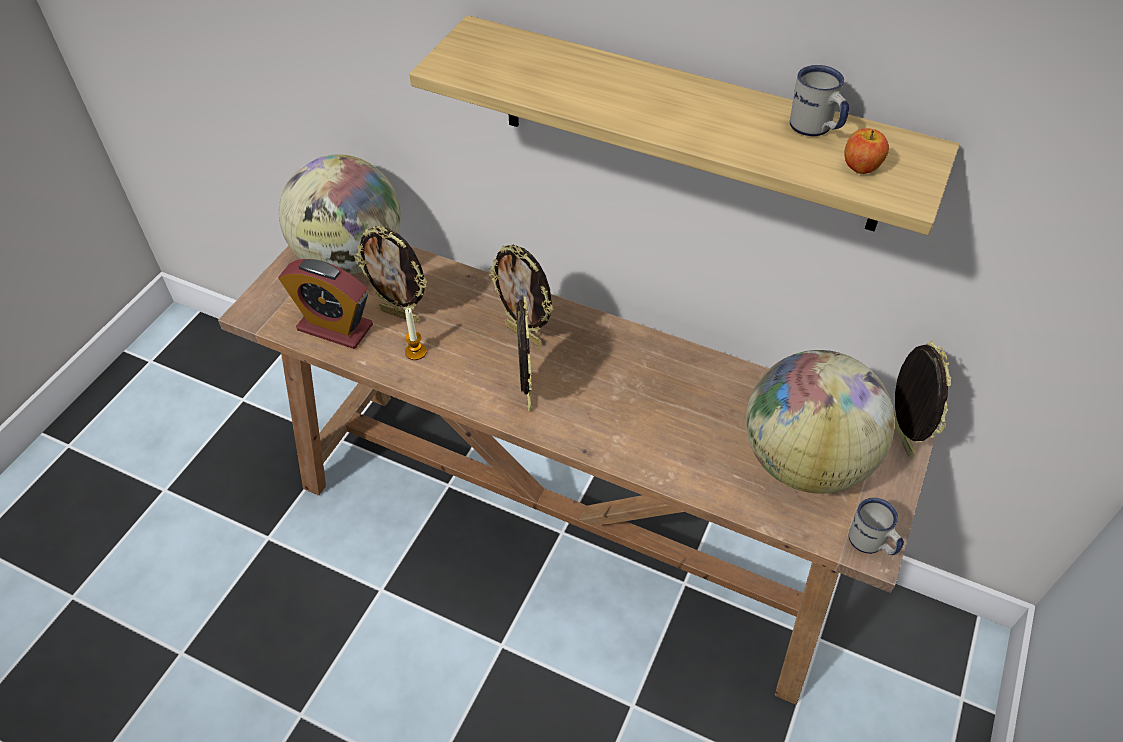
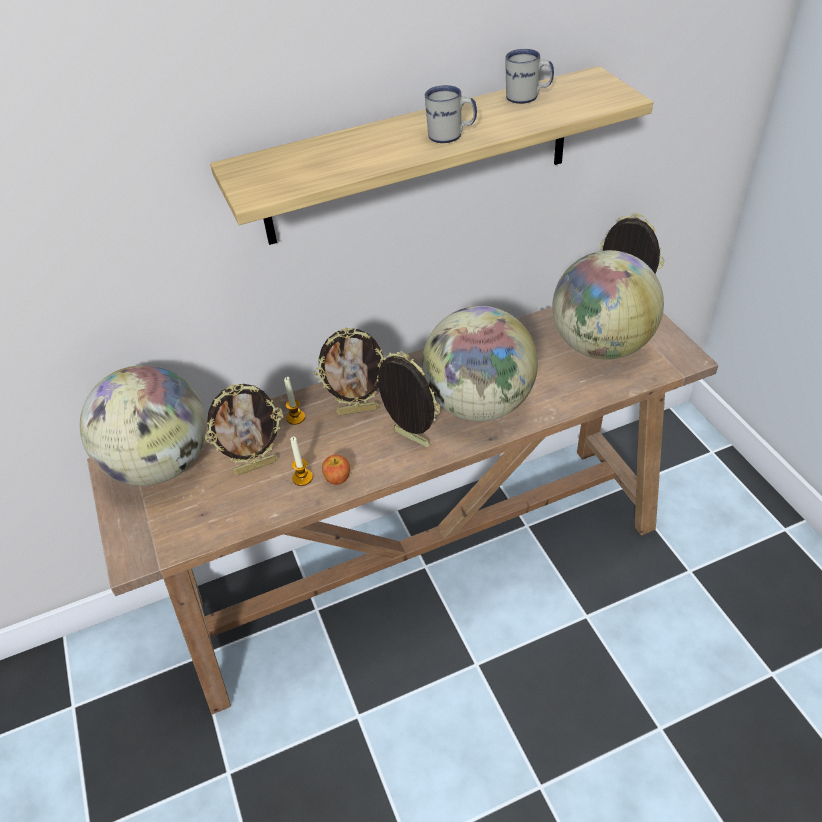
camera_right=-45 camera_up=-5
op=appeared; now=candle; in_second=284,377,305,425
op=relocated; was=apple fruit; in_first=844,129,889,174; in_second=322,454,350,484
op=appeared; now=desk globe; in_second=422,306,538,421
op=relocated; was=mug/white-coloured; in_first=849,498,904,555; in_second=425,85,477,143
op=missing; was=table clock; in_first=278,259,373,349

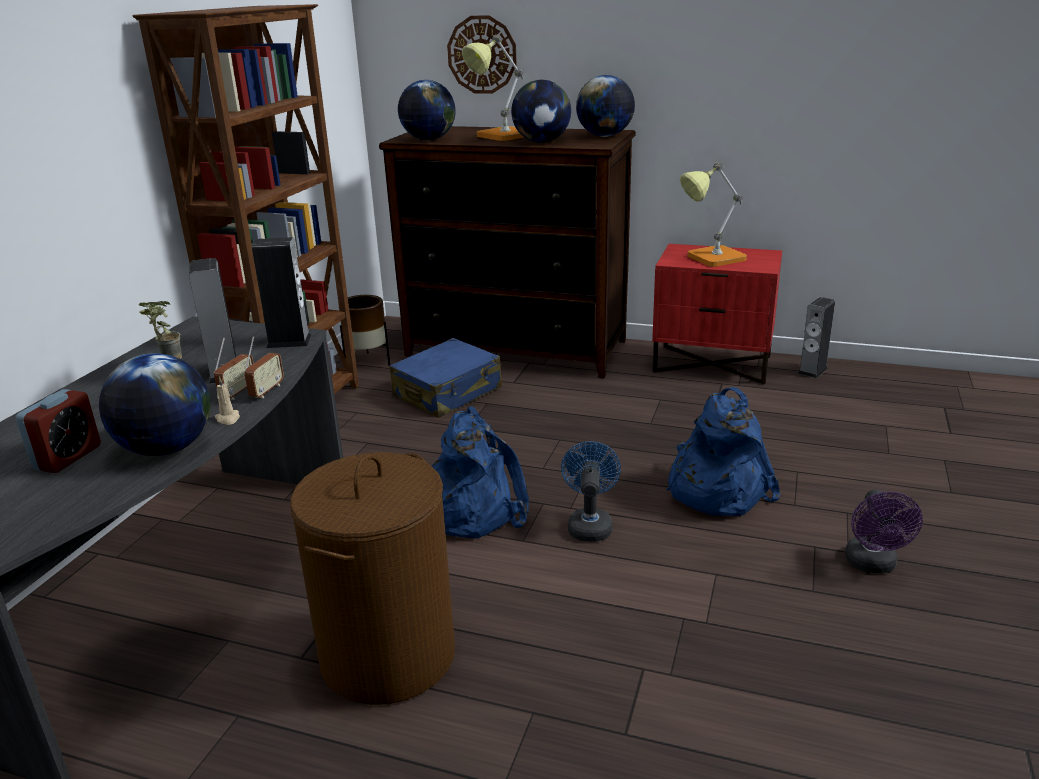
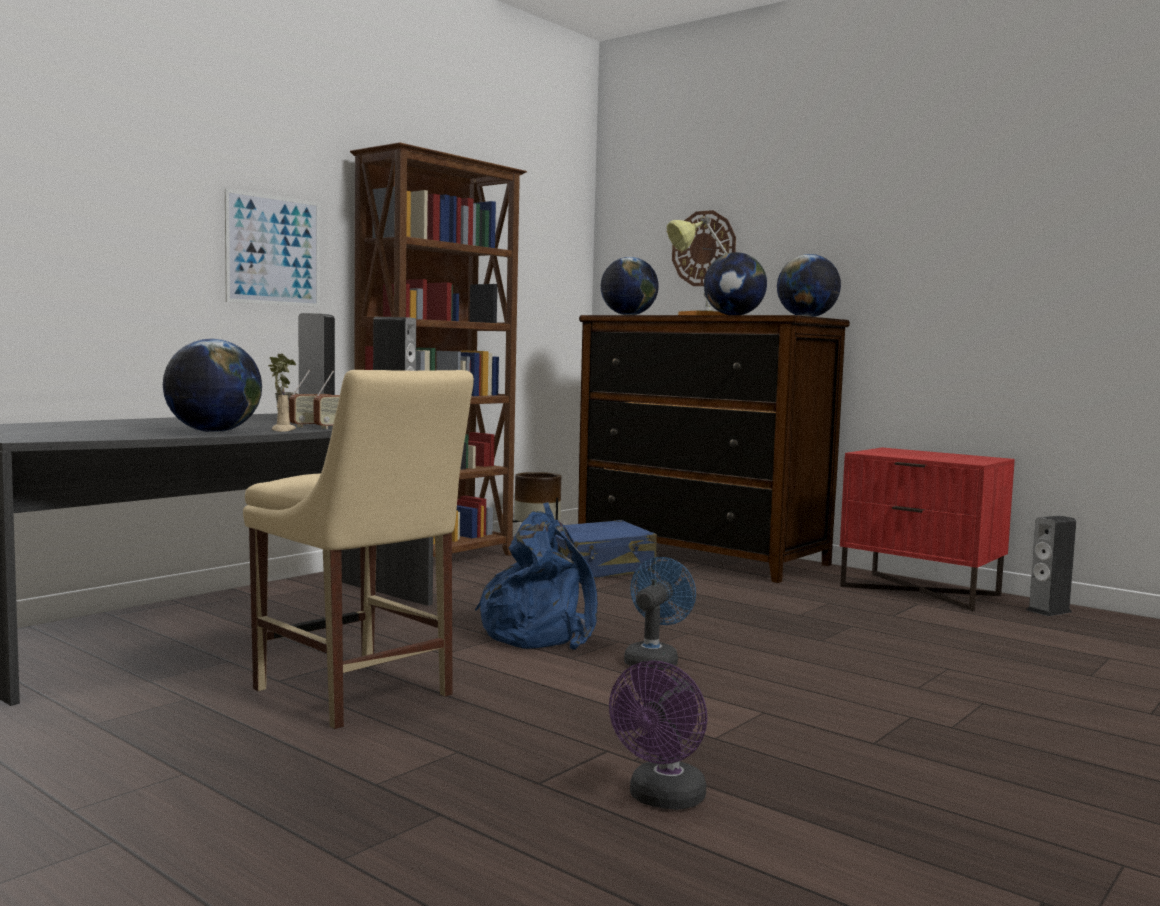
camera_right=20 camera_up=-20
op=appeared; now=wall art; in_second=225,188,320,307
op=exchanged; was=washing basket/brown-coloured; now=chair/beige; in_first=290,452,455,705; in_second=243,370,474,729
op=relocated; was=fan/purple-coloured; in_first=845,489,923,573; in_second=609,661,707,810
op=missing; was=table clock; in_first=16,389,101,473
op=missing; was=knapsack/bluish; in_first=666,387,780,516
op=missing; was=tabletop lamp; in_first=680,162,747,267

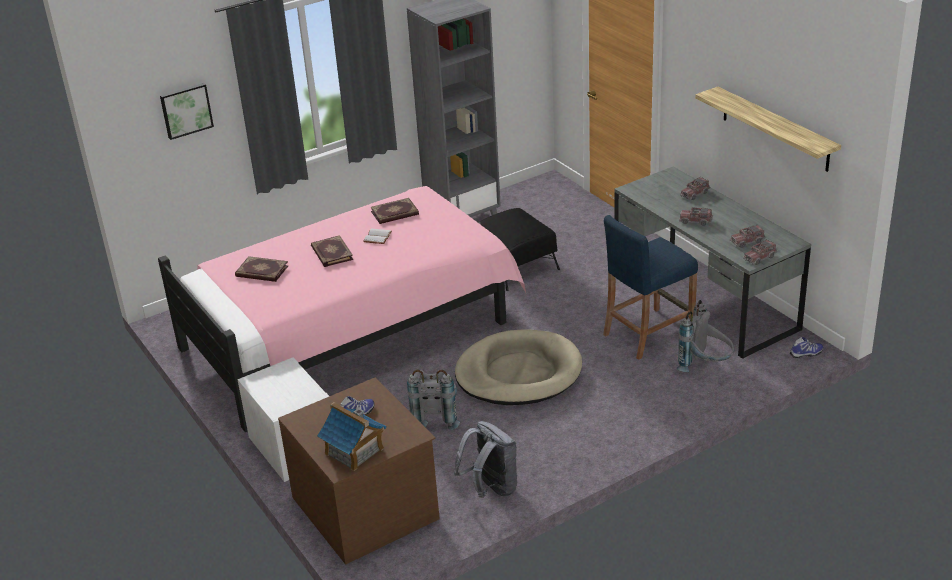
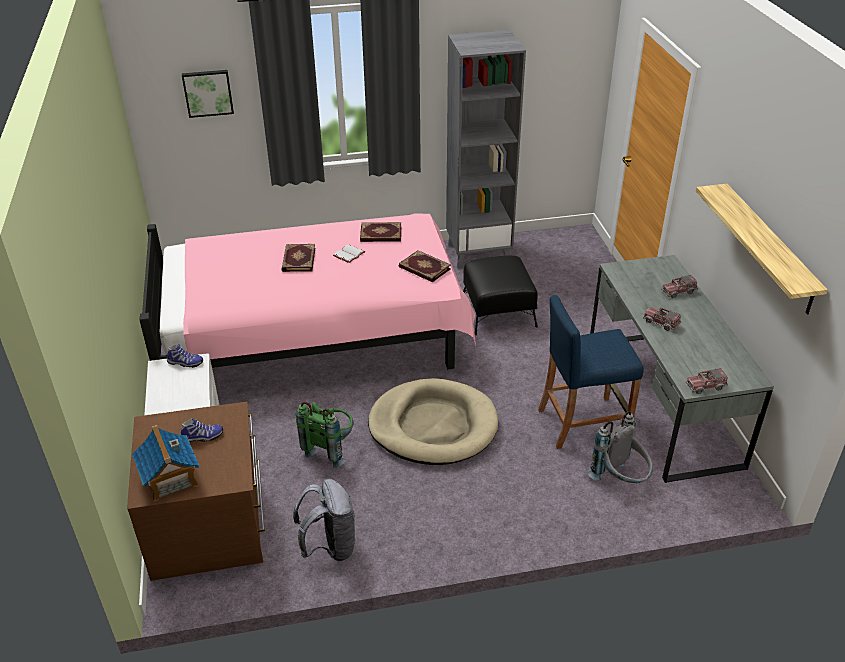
camera_right=20 camera_up=5
op=relocated; was=item of footwear; in_first=790,337,823,358; in_second=167,344,203,368
op=colour; was=knapsack/greyish; now=knapsack/green-coloured; in_first=407,370,460,430; in_second=296,402,354,468
op=relocated; was=book; in_first=235,256,288,282; in_second=399,250,451,282
op=missing; was=toy lorry; in_first=730,224,766,248

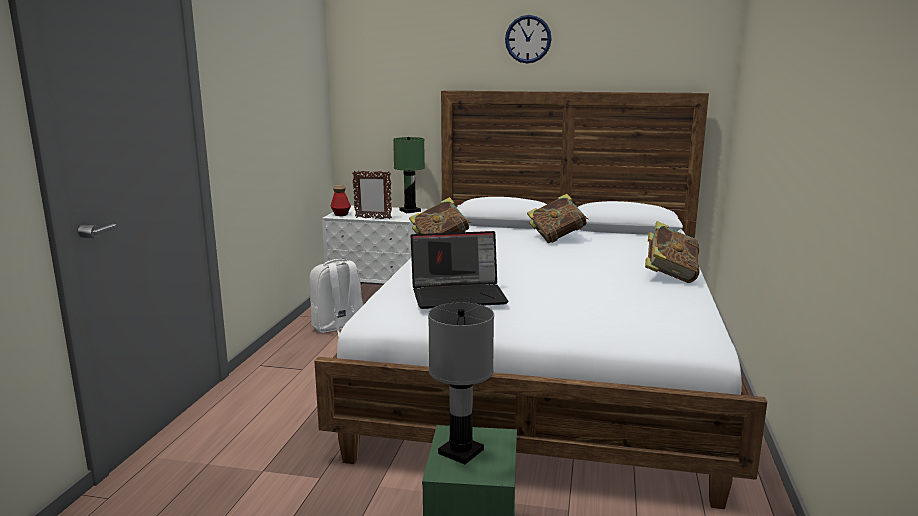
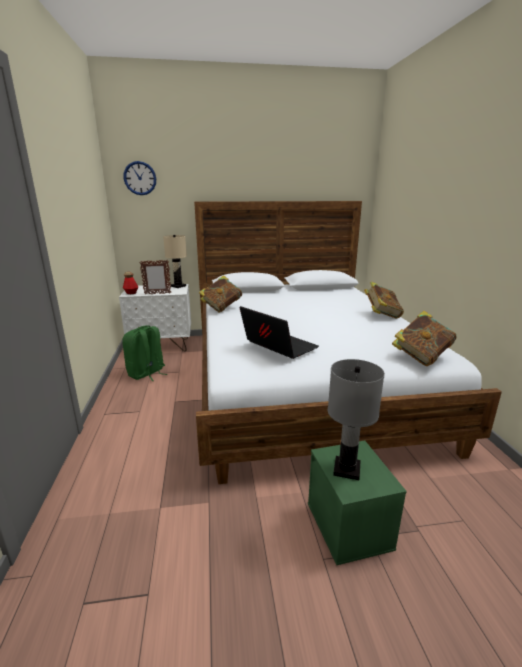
camera_right=-20 camera_up=5
op=colour; was=knapsack/white-coloured; now=knapsack/green-coloured; in_first=309,259,363,337; in_second=122,325,167,381
op=relocated; was=hanging clock; in_first=505,15,552,63; in_second=123,161,156,195
op=colour; was=tabletop lamp/green-coloured; now=tabletop lamp/beige; in_first=393,137,425,213; in_second=163,235,187,288
op=spun; was=laptop; in_first=411,231,509,309; in_second=239,306,319,359; clockwise=-105
op=relocated; was=book; in_first=527,194,588,243; in_second=392,311,456,366

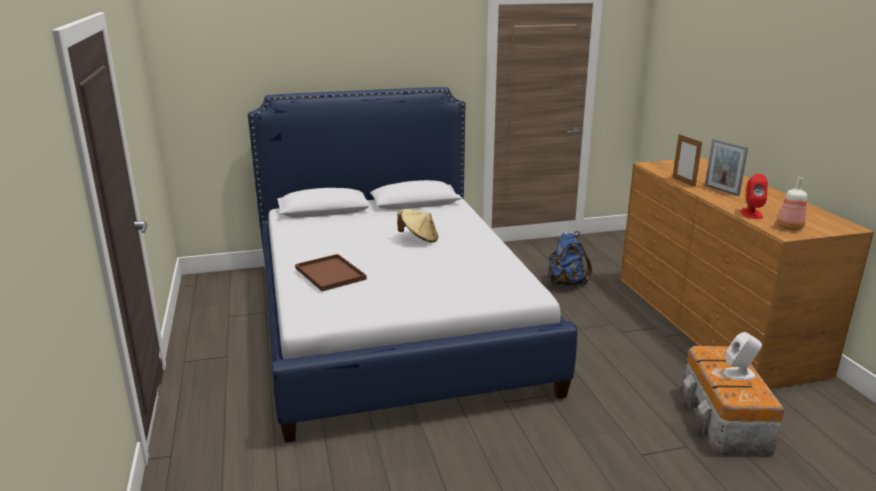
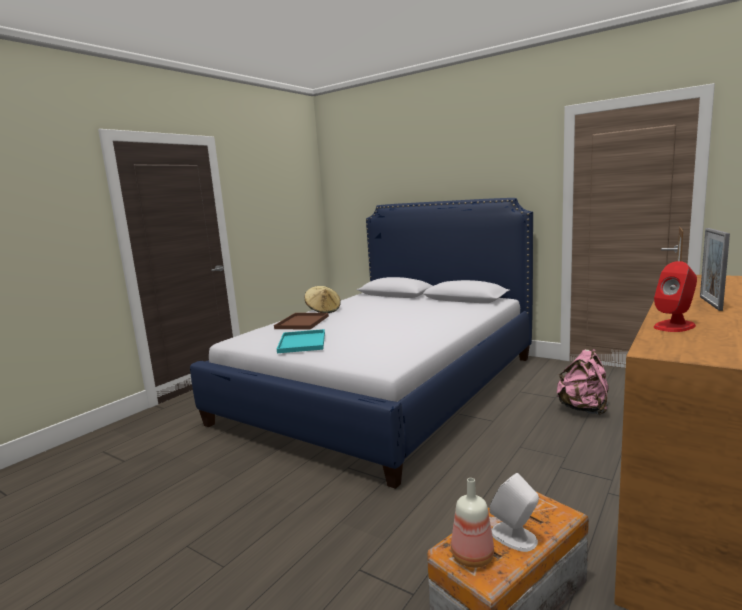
camera_right=50 camera_up=-10
op=appeared; now=serving tray/turquoise; in_second=277,329,325,353
op=relocated; was=clothing hat/beige; in_first=397,209,438,243; in_second=305,286,341,313
op=relocated; was=bottle; in_first=777,177,807,230; in_second=451,478,494,568
op=colour; was=knapsack/bluish; now=knapsack/pink; in_first=548,231,592,286; in_second=557,349,609,415

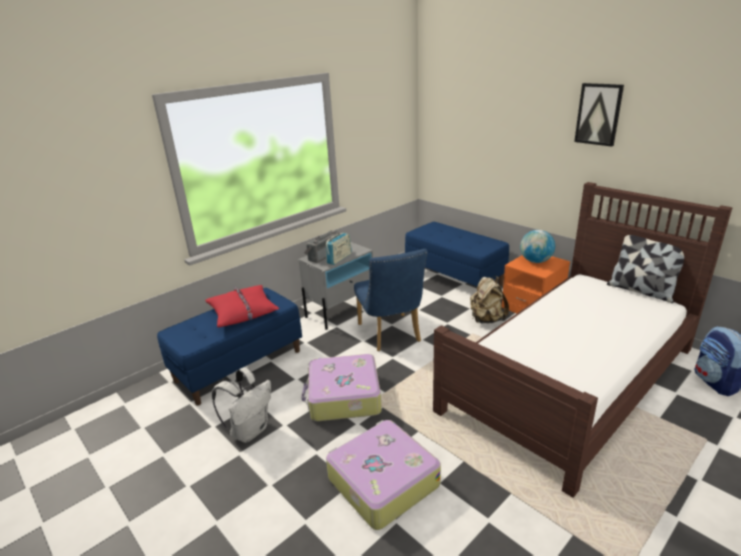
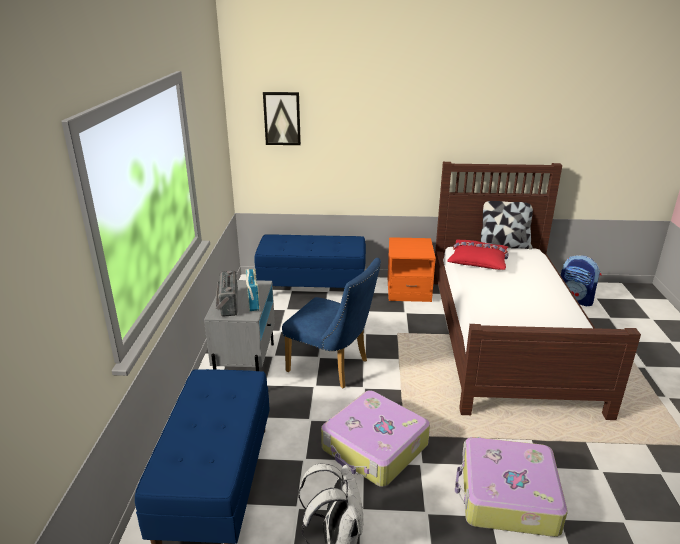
camera_right=-45 camera_up=0
op=relocated; was=wall art; in_first=574,83,624,147; in_second=263,92,301,145
op=relocated; was=throw pillow/red-coloured; in_first=205,285,279,327; in_second=447,239,509,270
op=missing; was=knapsack/beige; in_first=470,276,509,324
op=missing; was=desk globe; in_first=520,230,555,263

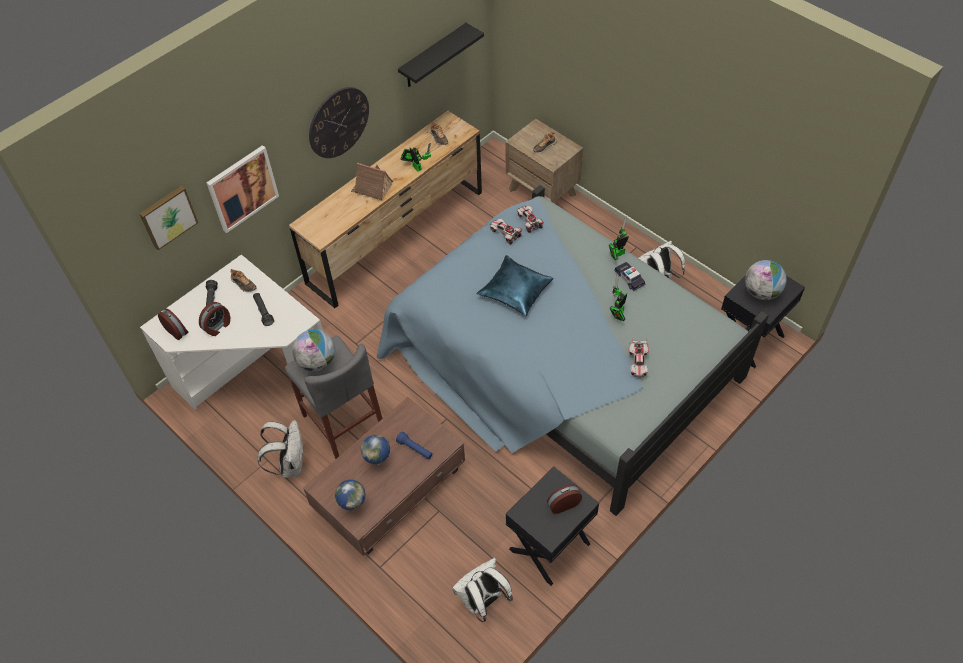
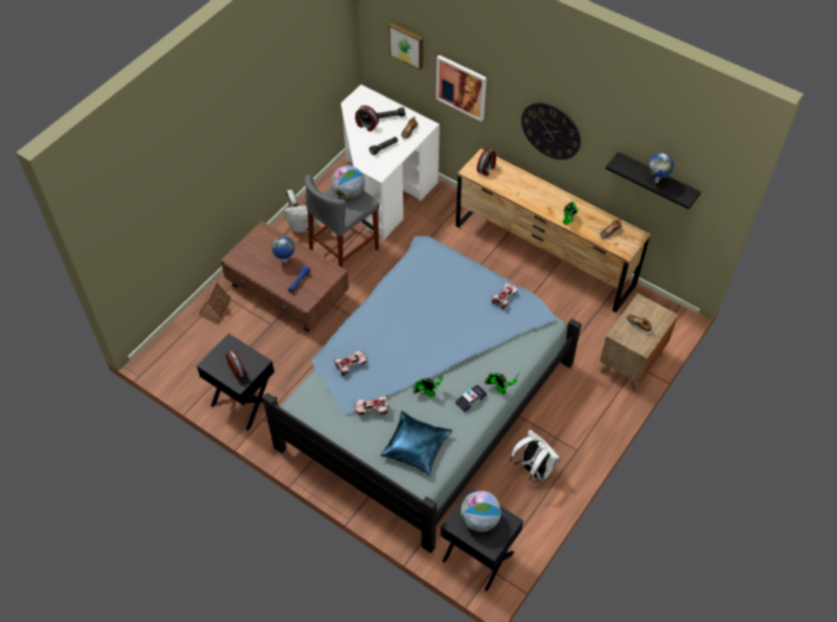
camera_right=80 camera_up=0
op=relocated; was=toy house; in_first=351,163,393,201; in_second=199,281,231,319
op=relocated; was=model car; in_first=517,206,543,233; in_second=332,350,368,376
op=relocated; was=throw pillow/bluish; in_first=477,255,554,316; in_second=380,411,452,475
op=relocated; was=table clock; in_first=158,309,188,340; in_second=477,148,496,176
op=relocated; was=desk globe; in_first=335,480,366,510; in_second=648,152,674,183
op=missing; was=knapsack/white-coloured; in_first=452,558,513,623

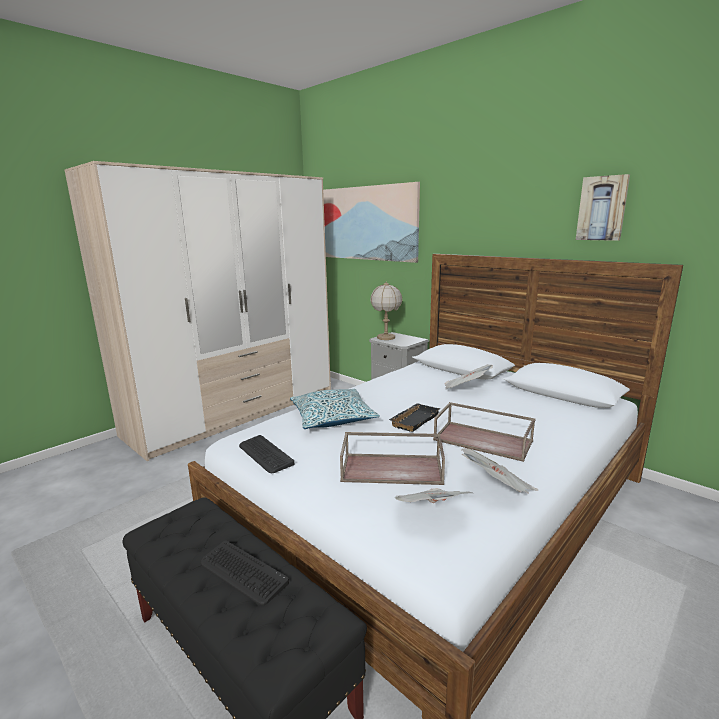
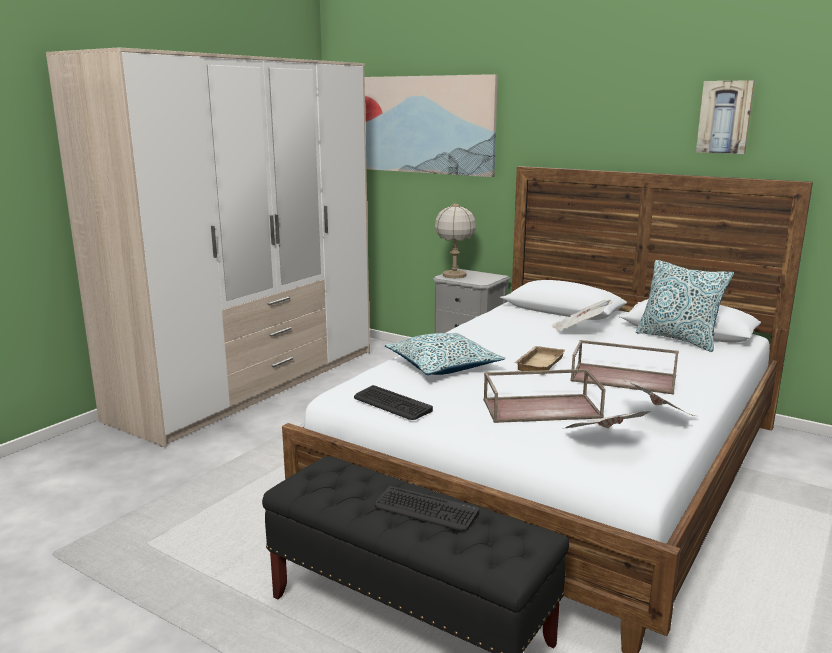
camera_right=-10 camera_up=0
op=colour; was=serving tray/blackish; now=serving tray/beige; in_first=389,403,440,432; in_second=514,346,565,375
op=appeared; now=throw pillow; in_second=636,260,734,352

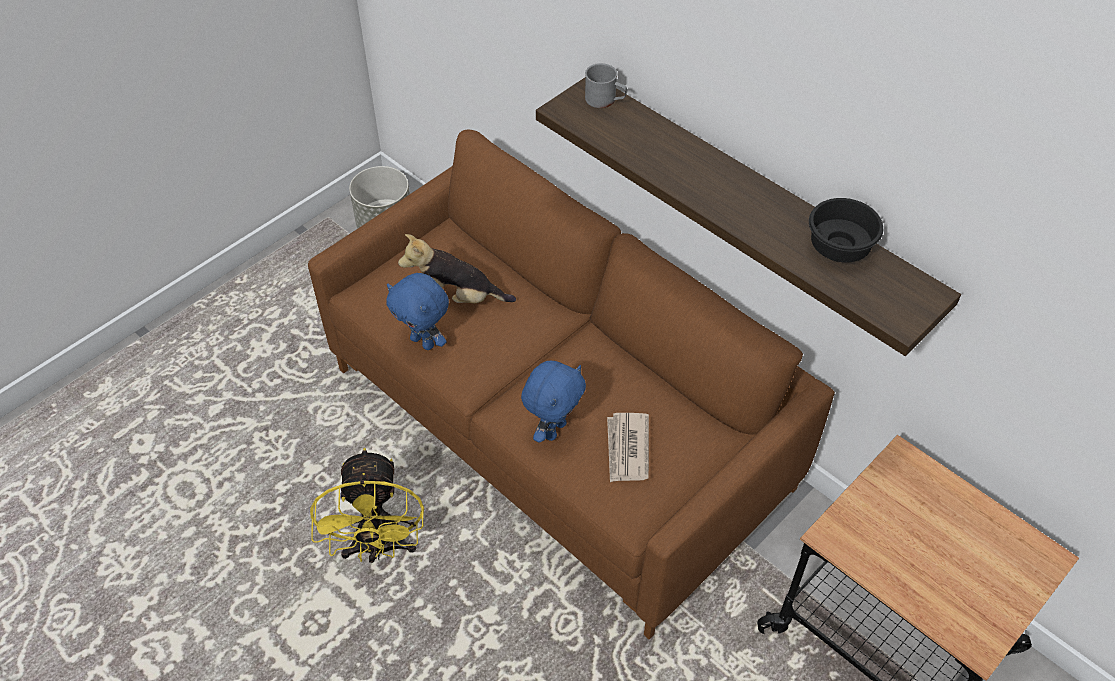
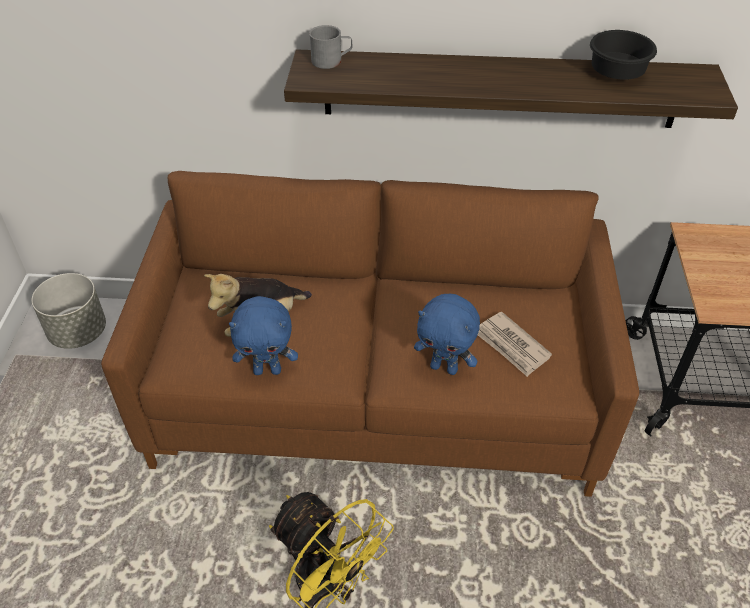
camera_right=-40 camera_up=-5
op=spun; was=cuddly toy/bluish; in_first=521,361,586,443; in_second=414,294,480,375; clockwise=120

